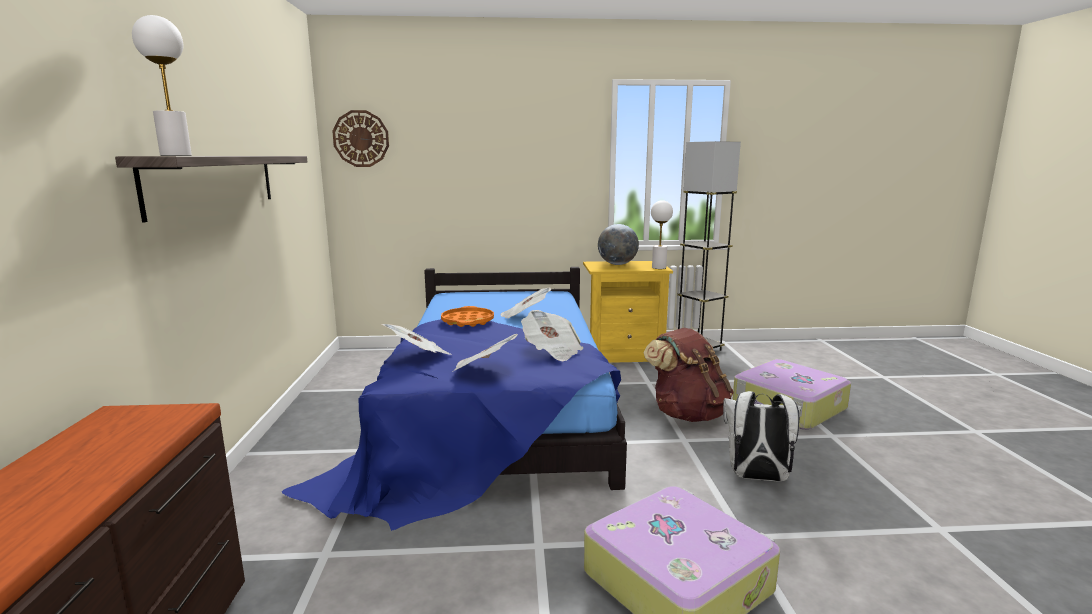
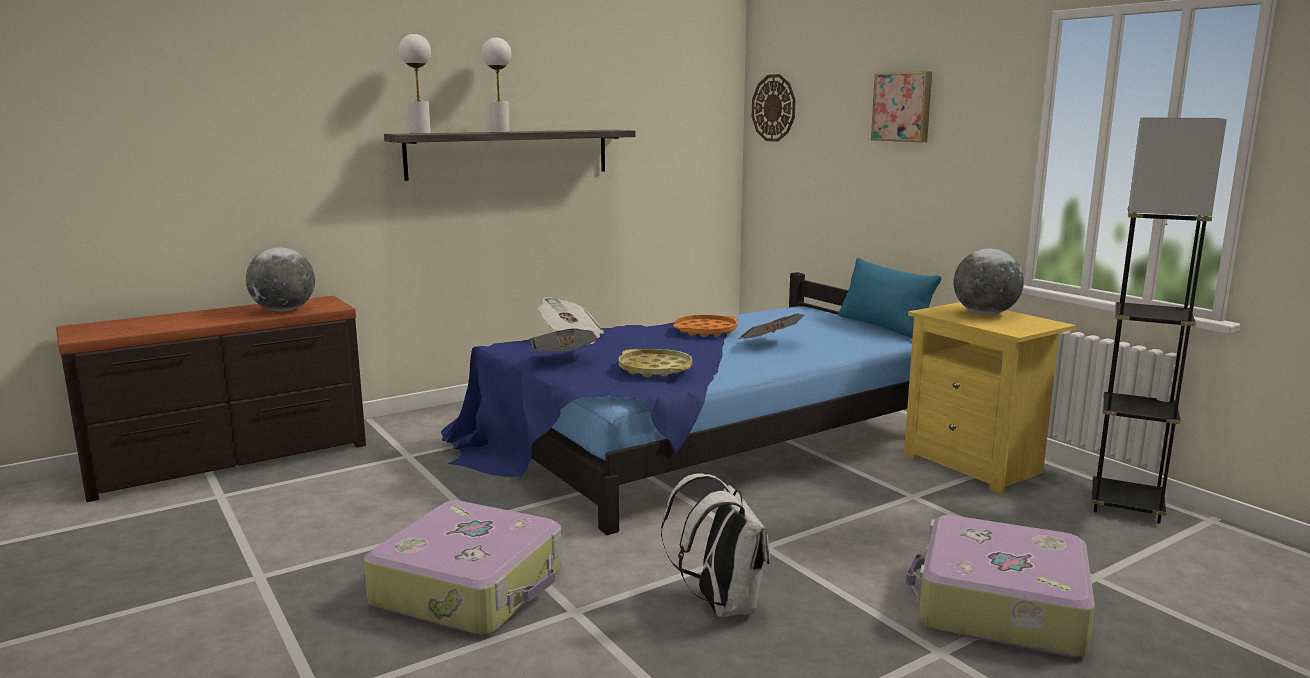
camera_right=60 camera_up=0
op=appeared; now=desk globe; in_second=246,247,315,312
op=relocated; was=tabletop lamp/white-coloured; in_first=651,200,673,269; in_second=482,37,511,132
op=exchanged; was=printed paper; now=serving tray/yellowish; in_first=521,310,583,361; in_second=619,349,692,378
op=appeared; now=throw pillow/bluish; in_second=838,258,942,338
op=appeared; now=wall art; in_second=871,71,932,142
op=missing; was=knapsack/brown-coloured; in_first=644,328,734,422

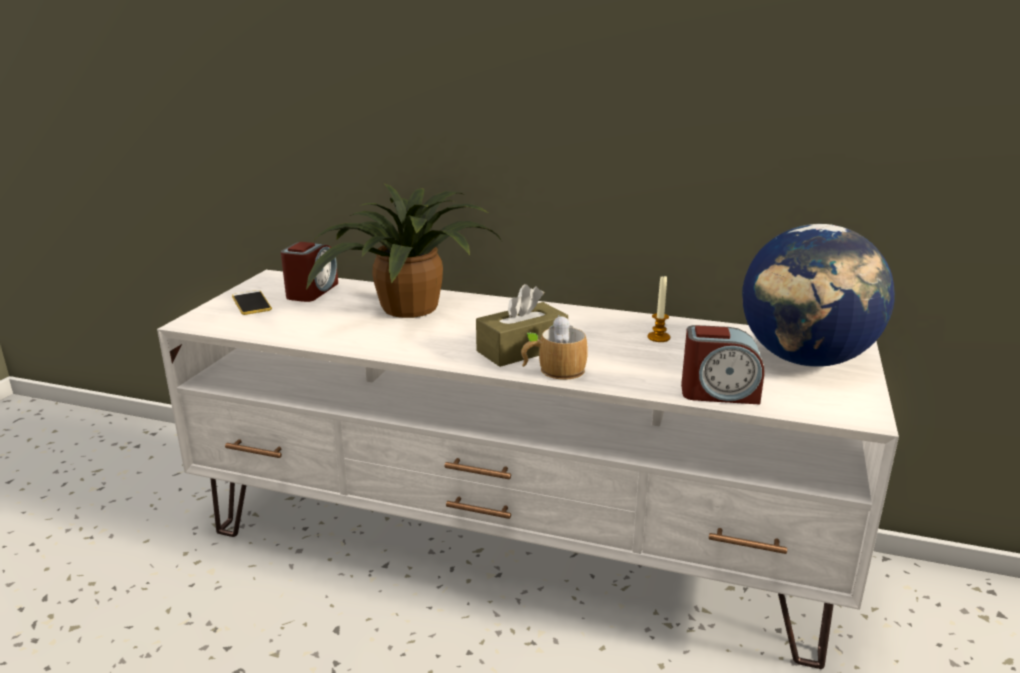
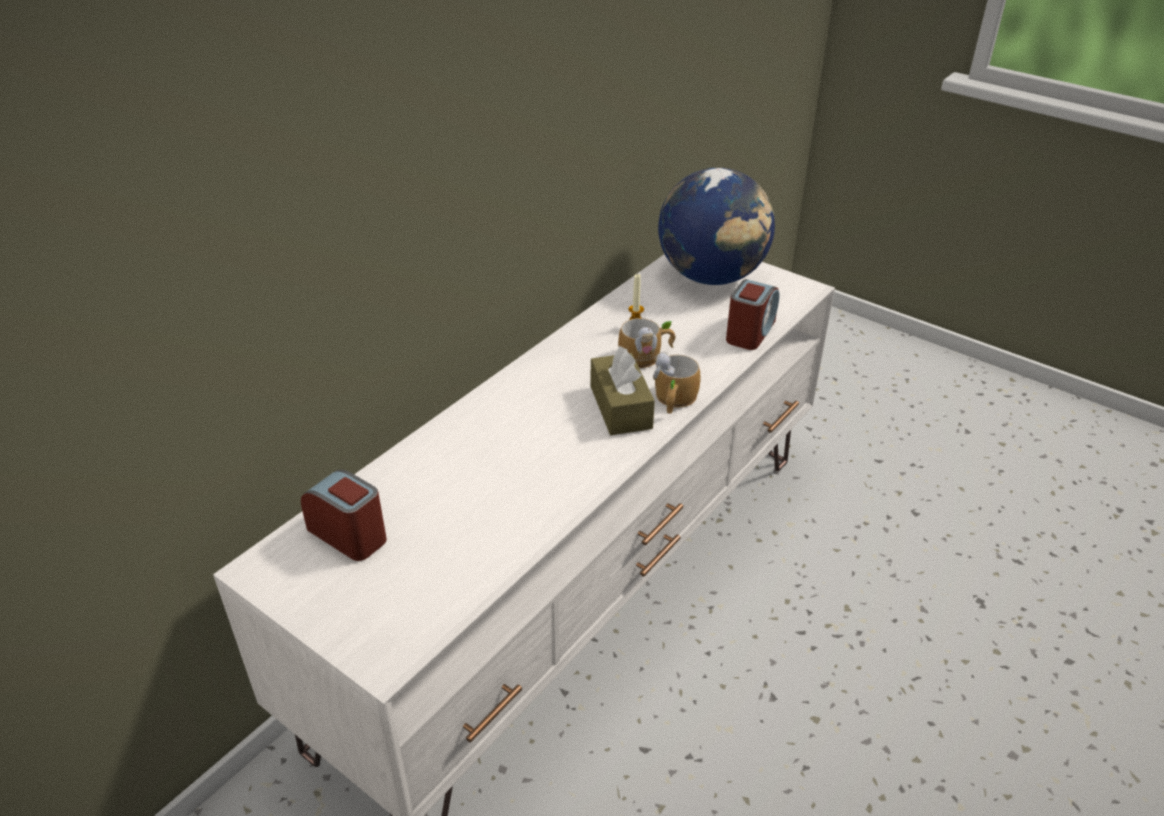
camera_right=-70 camera_up=15
op=appeared; now=mug; in_second=618,318,675,368
op=missing; was=phone; in_first=232,290,272,315
op=missing; was=potted plant; in_first=306,184,502,318

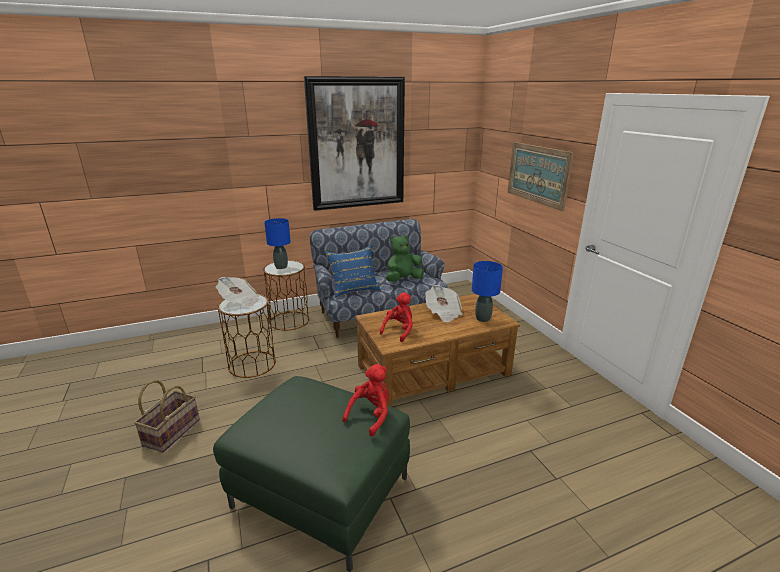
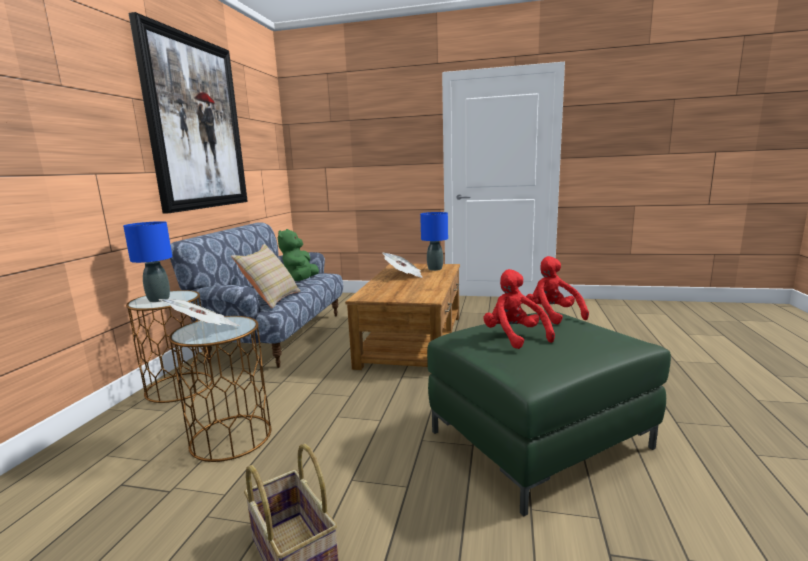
camera_right=-55 camera_up=-10
op=colour; was=throw pillow/bluish; now=throw pillow/beige; in_first=325,245,381,298; in_second=231,244,300,309
op=relocated; was=cuddly toy/red-coloured; in_first=380,292,413,342; in_second=483,269,555,349
op=missing; was=wall art; in_first=508,142,574,211

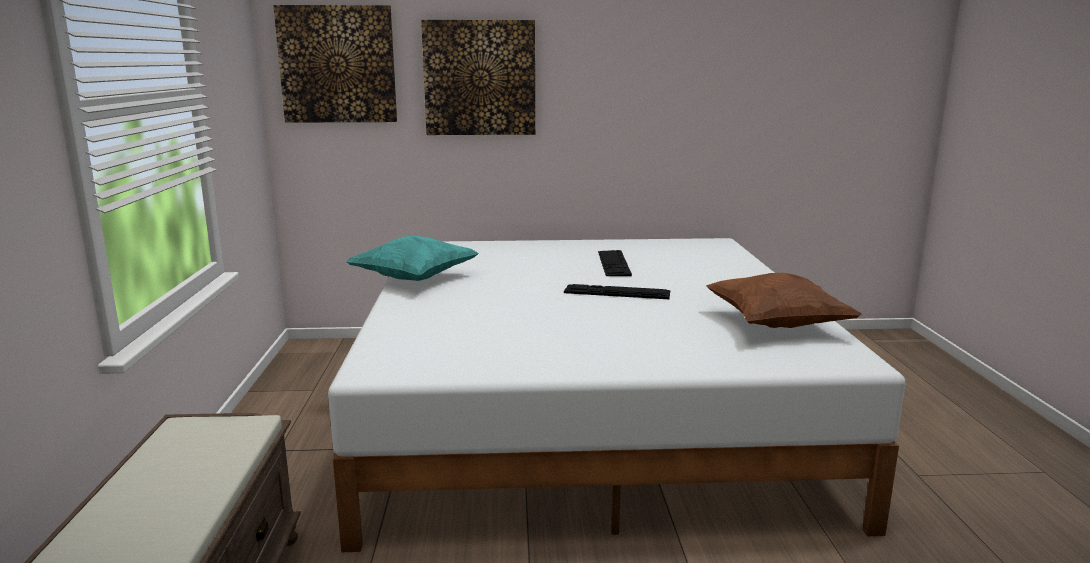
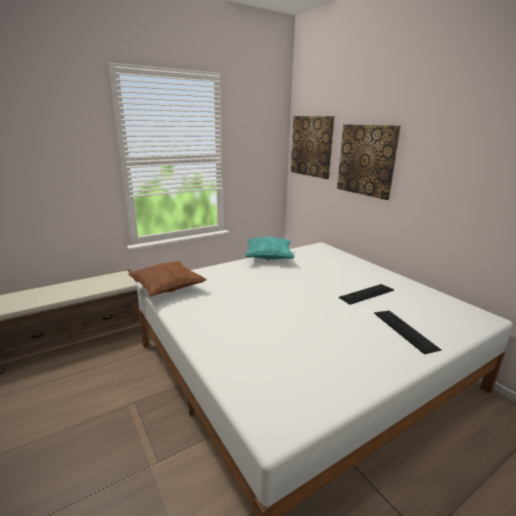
camera_right=60 camera_up=5
op=relocated; was=throw pillow/brown-coloured; in_first=706,273,862,328; in_second=128,261,207,297
op=relocated; was=keyboard; in_first=564,284,670,299; in_second=374,311,441,354

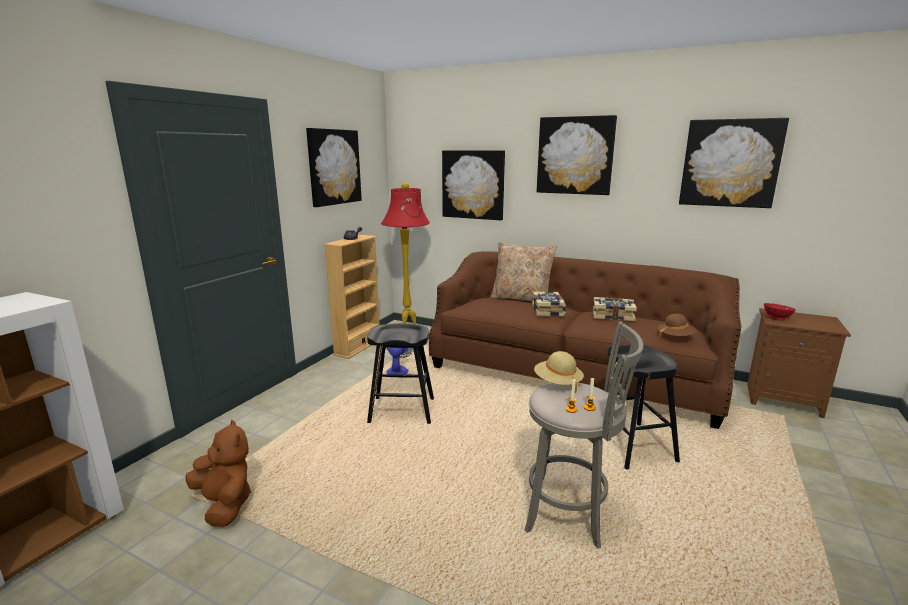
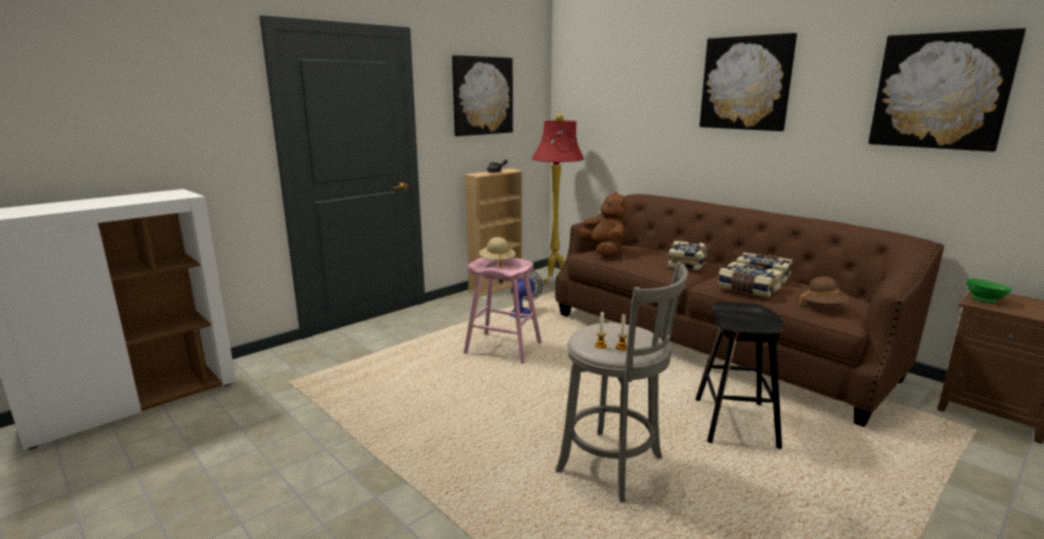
camera_right=20 camera_up=0
op=colour; was=stool/blackish; now=stool/pink; in_first=367,323,434,424; in_second=464,257,542,364
op=relocated; was=clothing hat/beige; in_first=534,351,584,393; in_second=479,237,516,267
op=relocated; was=cuddly toy/brown-coloured; in_first=186,420,251,527; in_second=578,191,627,257
op=appeared; now=book; in_second=718,262,783,297
op=colour; was=bowl/red-coloured; now=bowl/green-coloured; in_first=764,303,796,321; in_second=966,278,1012,303
op=missing; was=wall art; in_first=442,150,505,220
op=missing; was=throw pillow/beige; in_first=490,242,557,301

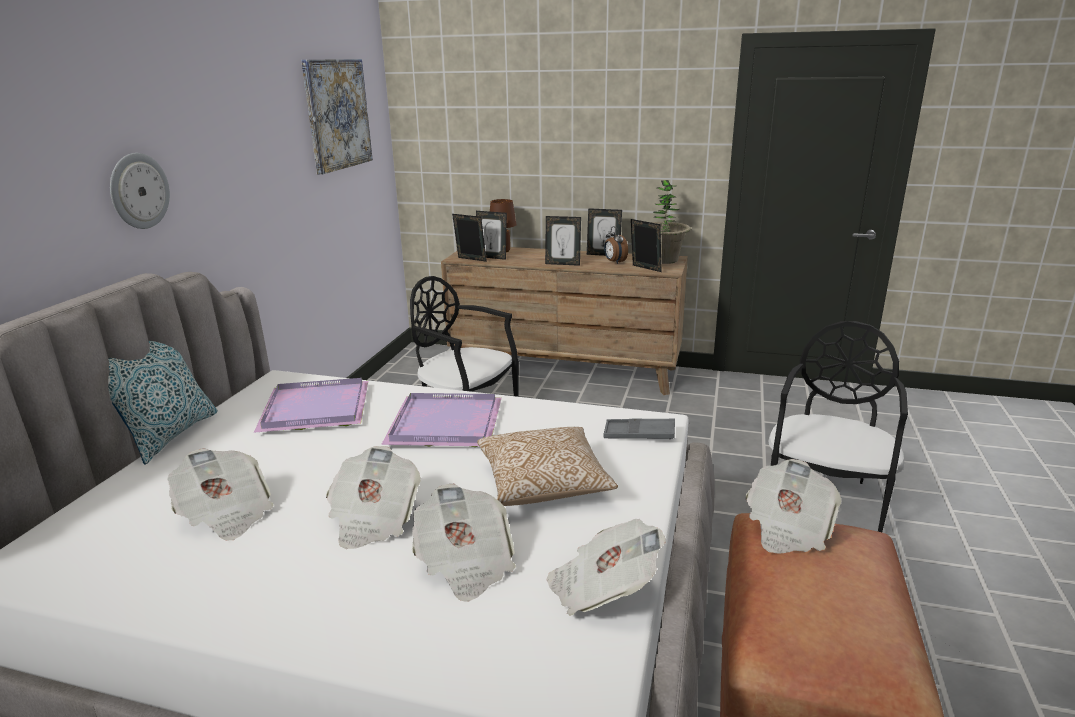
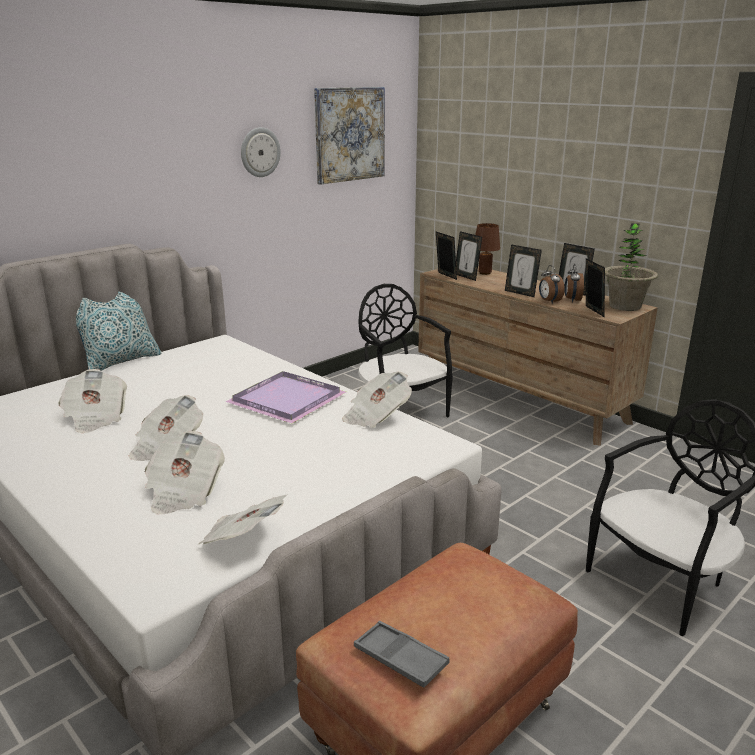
camera_right=30 camera_up=0
op=relocated; was=hanging clock; in_first=110,153,170,229; in_second=241,127,281,177
op=relocated; was=printed paper; in_first=745,459,842,554; in_second=342,372,412,428
op=relocated; was=serving tray/greyish; in_first=603,419,675,439; in_second=354,621,449,687
op=appeared; now=table clock; in_second=539,265,565,304
op=missing; was=serving tray/purple-coloured; in_first=254,378,368,433
op=missing; was=throw pillow; in_first=477,427,618,506

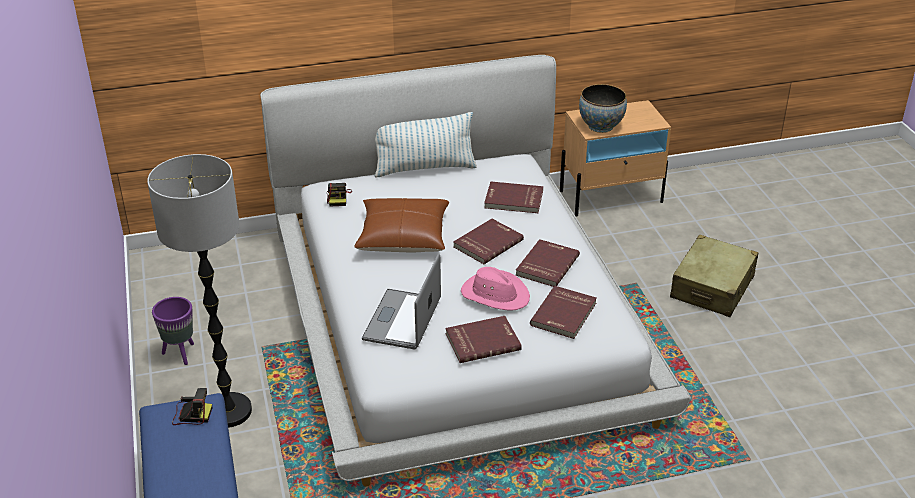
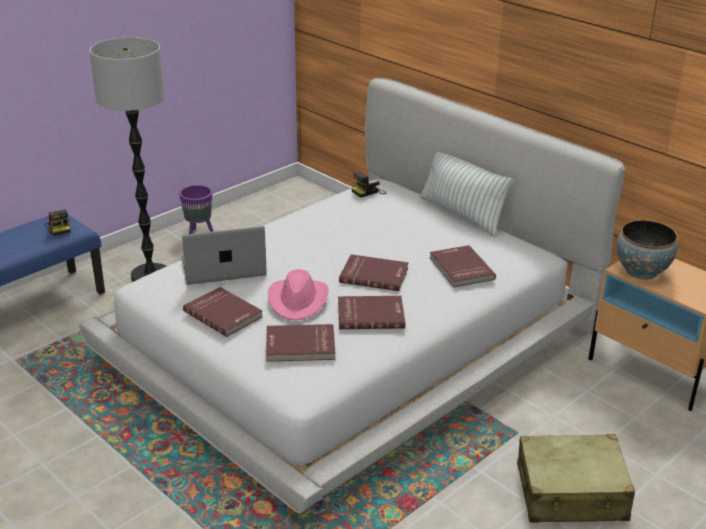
camera_right=60 camera_up=-5
op=missing; was=throw pillow/brown-coloured; in_first=354,198,449,252

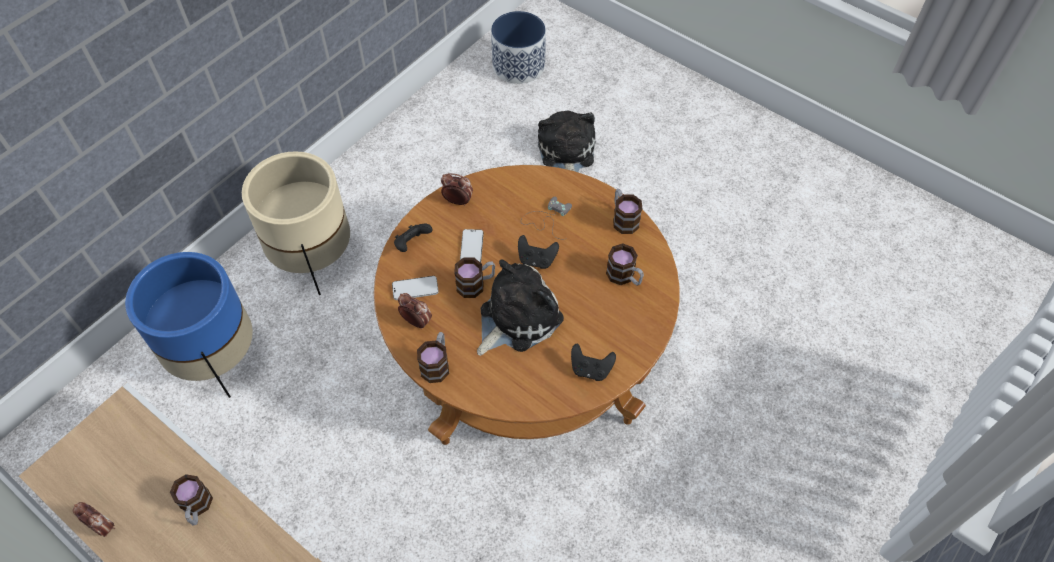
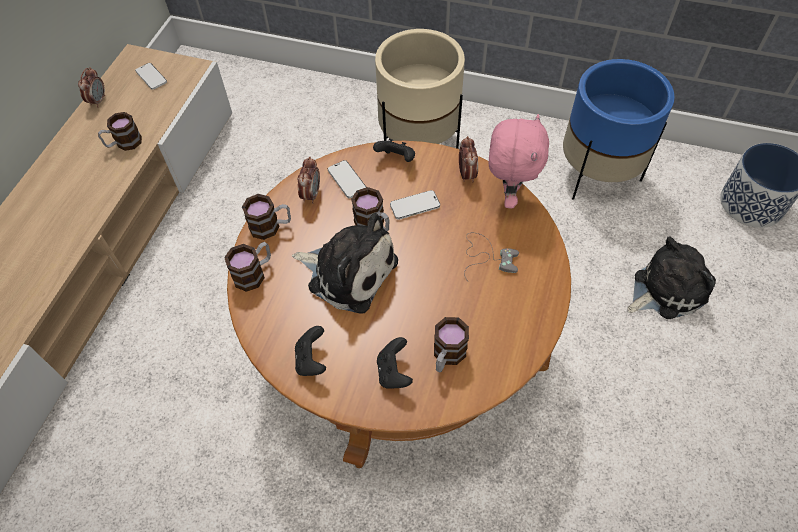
camera_right=70 camera_up=0
op=appeared; now=phone; in_second=135,63,167,90
op=relocated; was=mug; in_first=613,189,642,234; in_second=224,242,271,292
op=relocated; was=joypad/blackish; in_first=518,235,559,269; in_second=377,337,413,389
op=appeared; now=cuddly toy/pink; in_second=489,114,549,209
op=relocated; was=plant pot/bluish; in_first=125,252,253,398; in_second=563,59,675,200

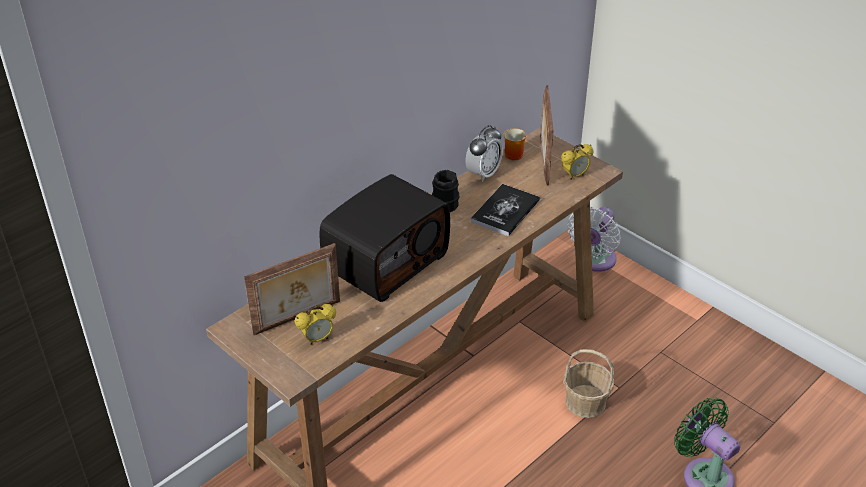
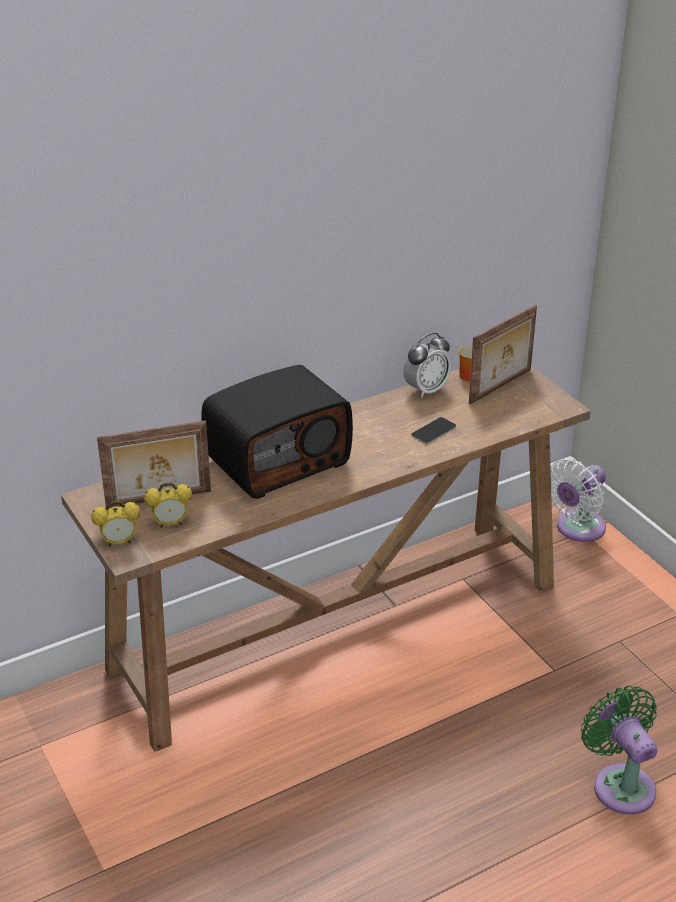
camera_right=15 camera_up=-5
op=relocated; was=table clock; in_first=561,144,593,180; in_second=91,501,141,547
op=exchanged; was=book; now=phone; in_first=471,184,540,236; in_second=411,417,456,444
op=spun; was=standing frame; in_first=540,85,554,185; in_second=469,305,537,404; clockwise=-150
op=missing; was=mug/blackish; in_first=432,170,459,212
op=missing; was=basket; in_first=563,349,615,418

